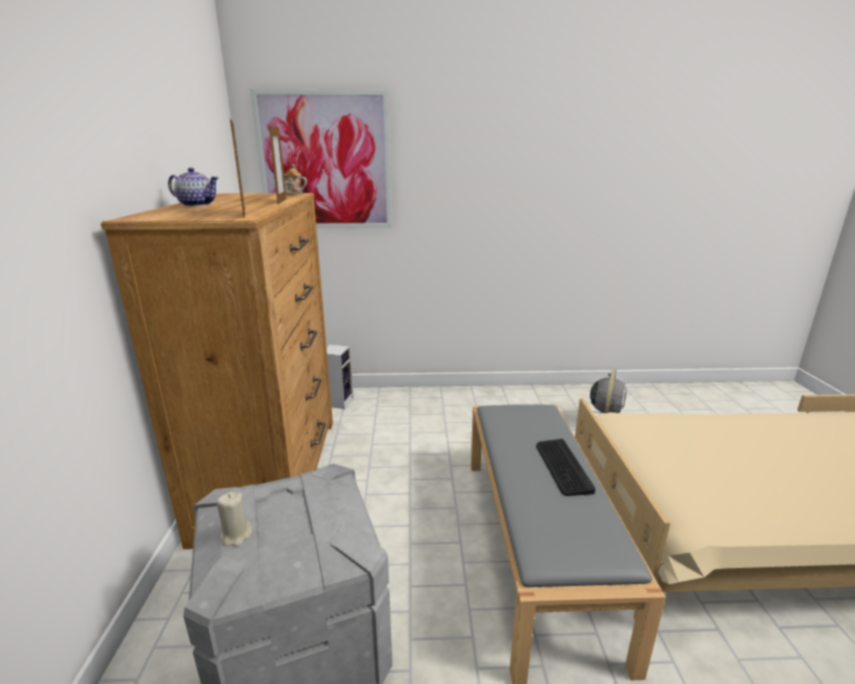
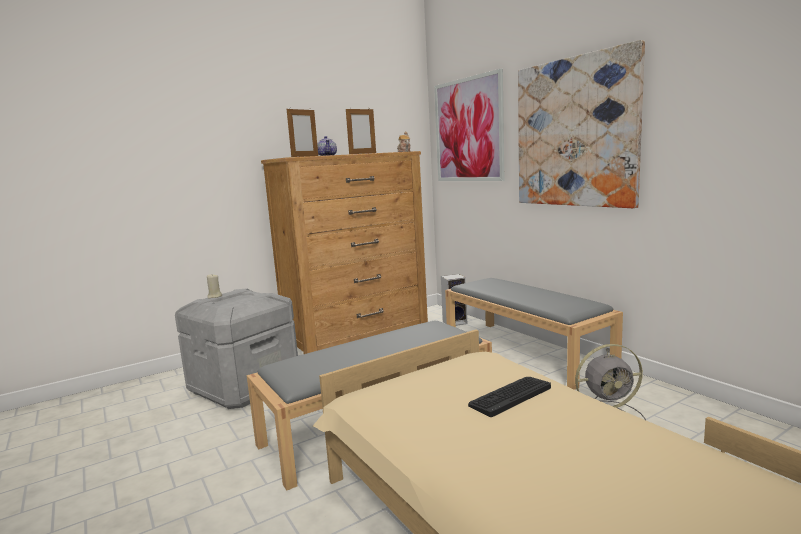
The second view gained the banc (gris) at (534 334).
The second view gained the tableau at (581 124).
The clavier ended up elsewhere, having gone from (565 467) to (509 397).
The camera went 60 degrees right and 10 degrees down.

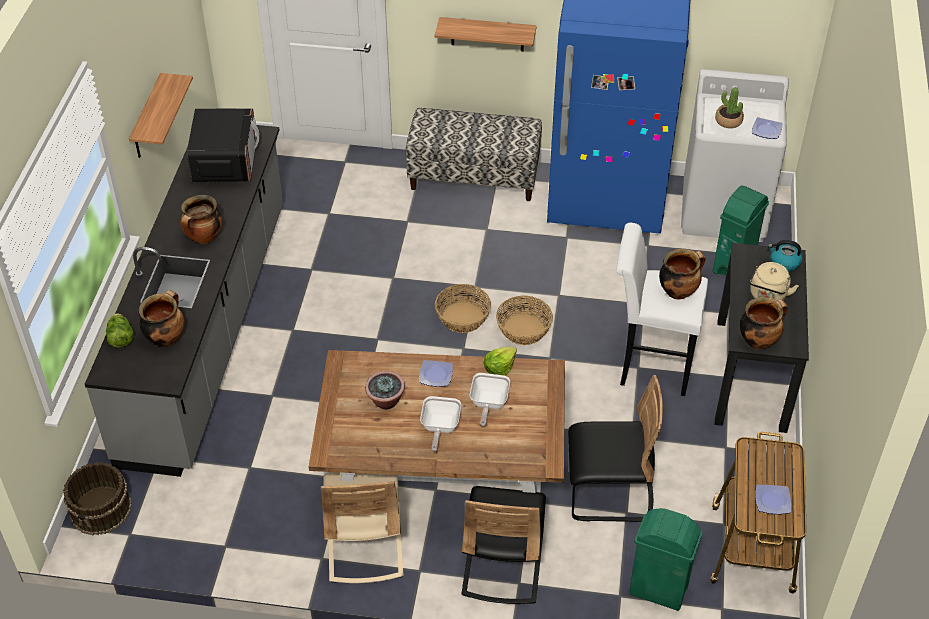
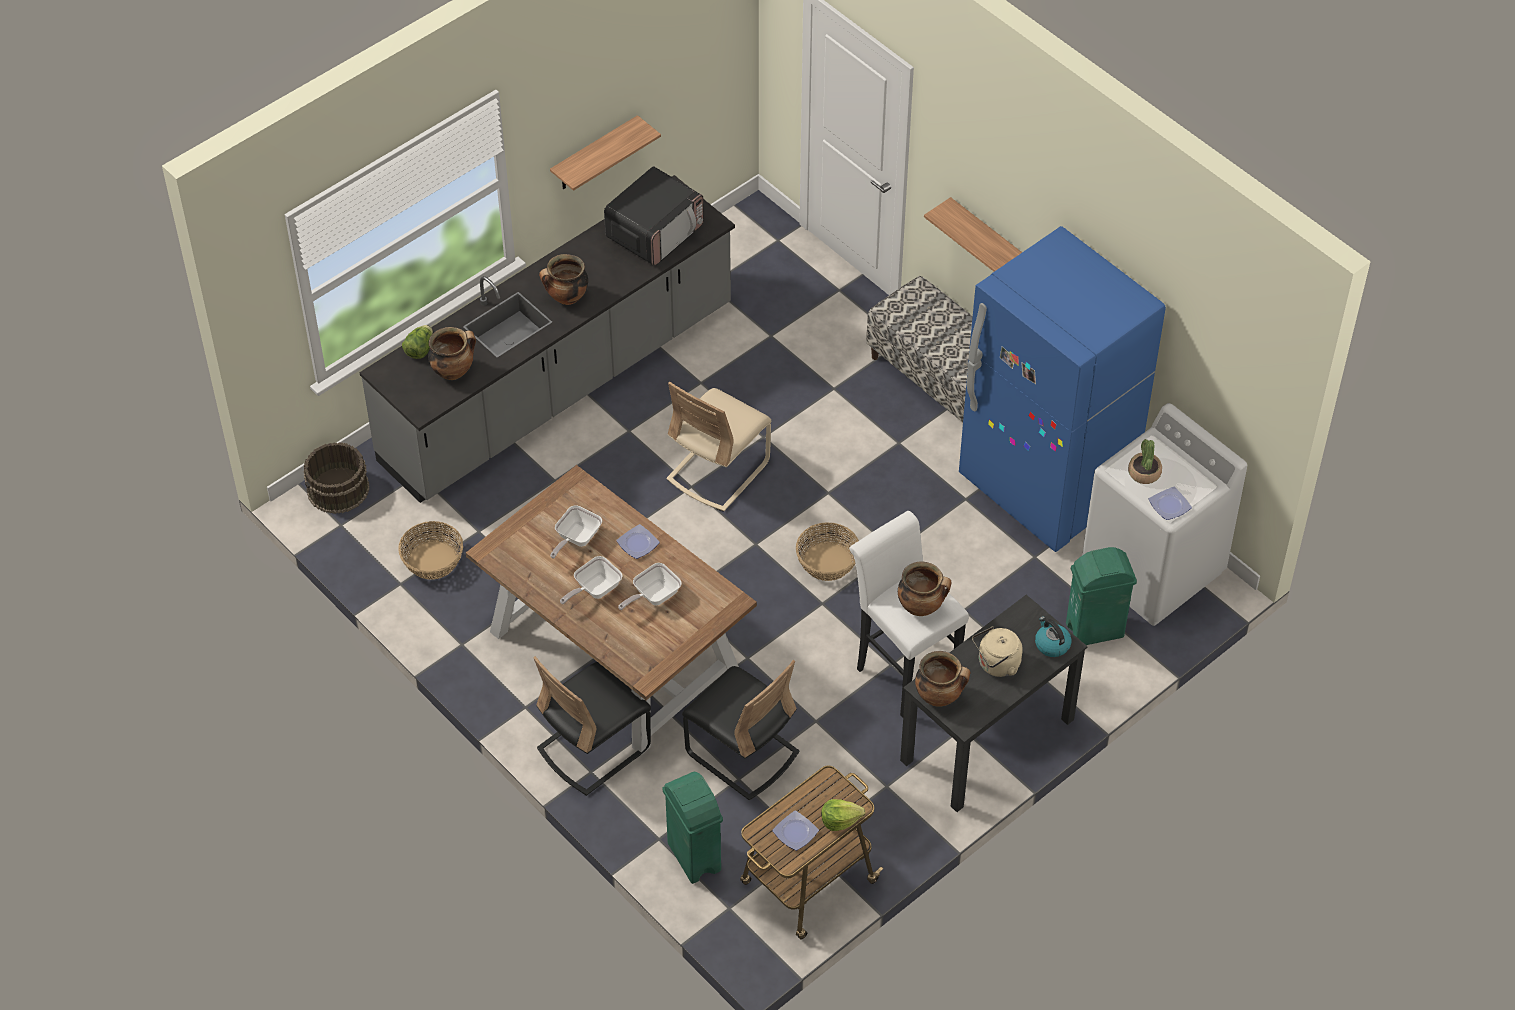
The chaise (beige) ended up elsewhere, having gone from (362 527) to (719 447).
The panier ended up elsewhere, having gone from (463 308) to (430 550).
The laitue ended up elsewhere, having gone from (500 361) to (843 815).
Where the plante en pot stood at (385 390), the poêle came to stand at (576 532).
The camera went 40 degrees right and 5 degrees up.

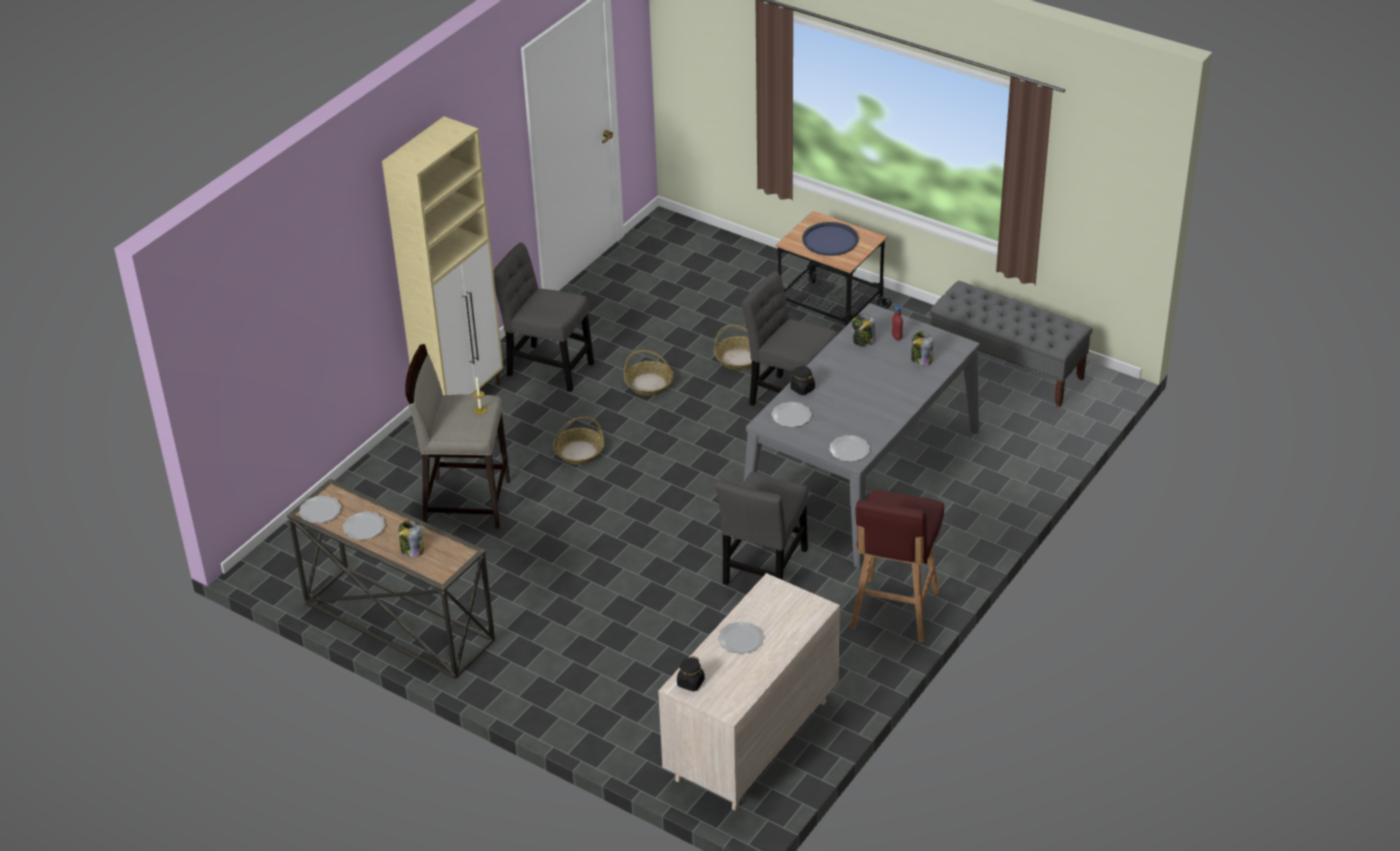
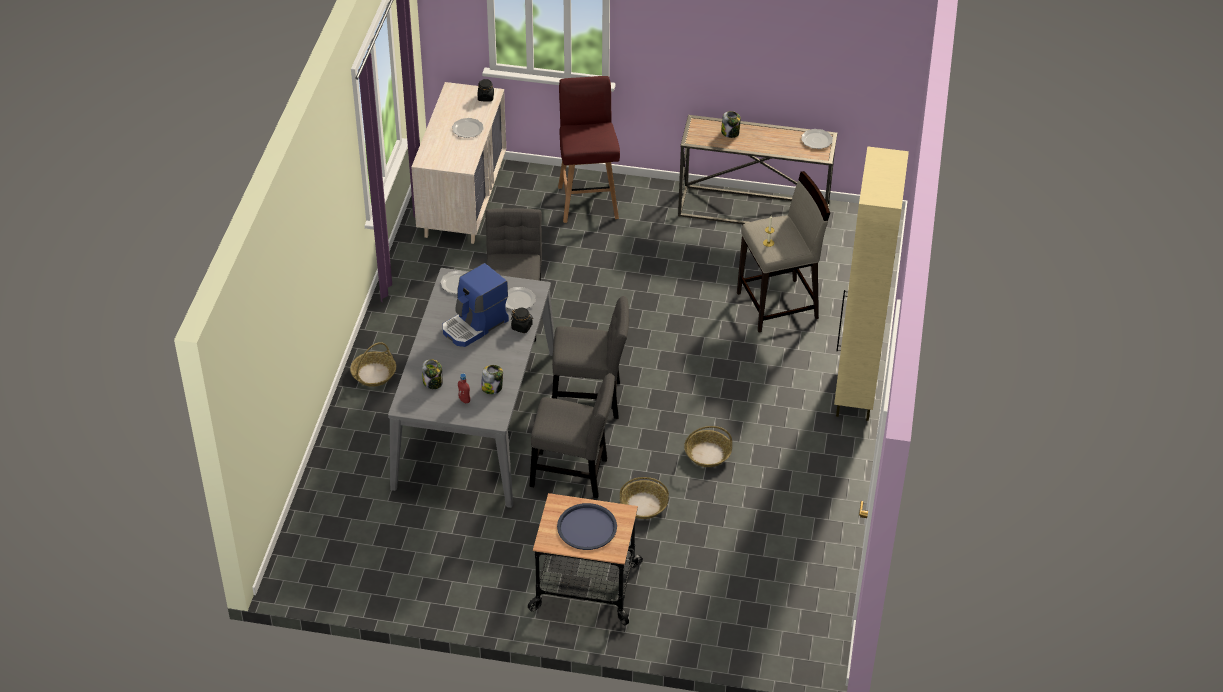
The second view lost the assiette at (364 526).
The second view lost the banc (gris) at (1011 344).
The second view gained the machine à café at (476 305).
The chaise (gris) ended up elsewhere, having gone from (543 317) to (590 357).
The panier ended up elsewhere, having gone from (578 441) to (373 364).
The tabouret (rouge) ended up elsewhere, having gone from (897 566) to (589 149).
The camera went 155 degrees right and 5 degrees up.

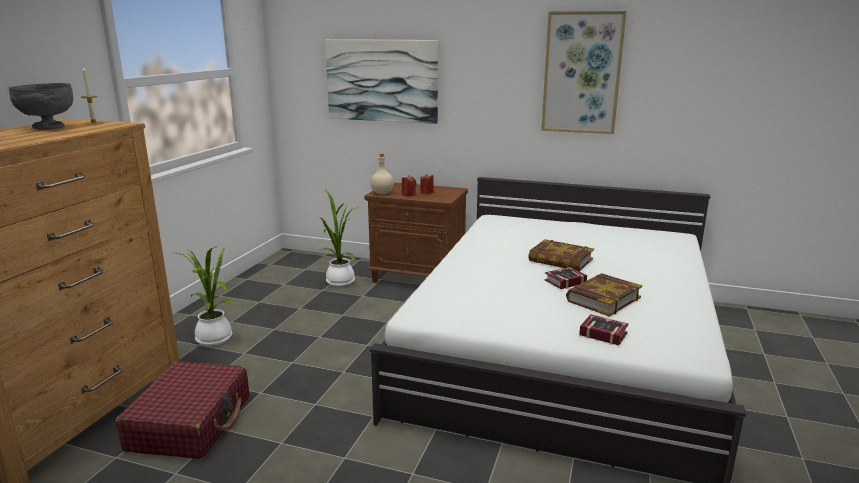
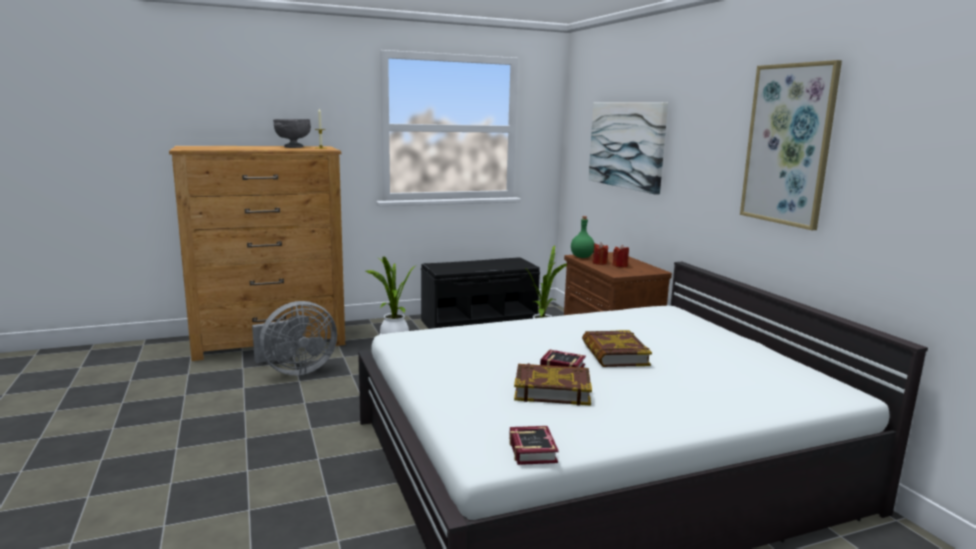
The second view gained the banc (noir) at (480 293).
The livre ended up elsewhere, having gone from (604 330) to (534 445).
Where the valise (rouge) stood at (182 410), the ventilateur (gris) came to stand at (294 338).
What was the bouteille (beige) at (382 174) turned into the bouteille (vert) at (582 237).
The camera went 50 degrees right and 5 degrees down.

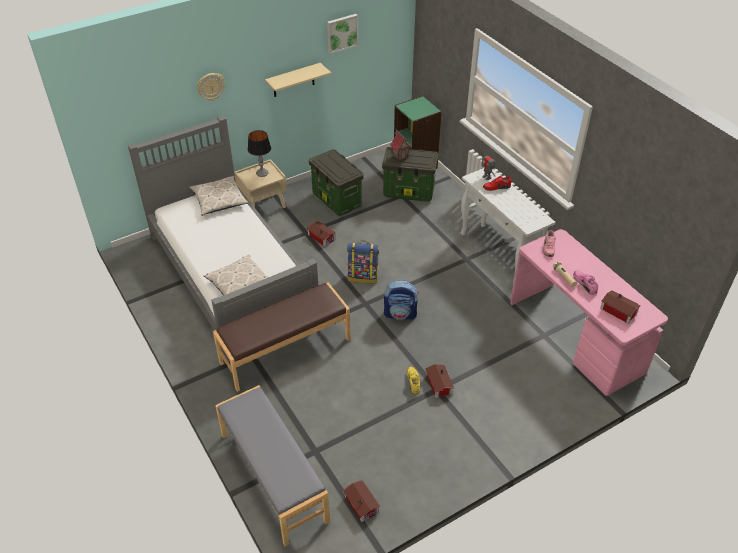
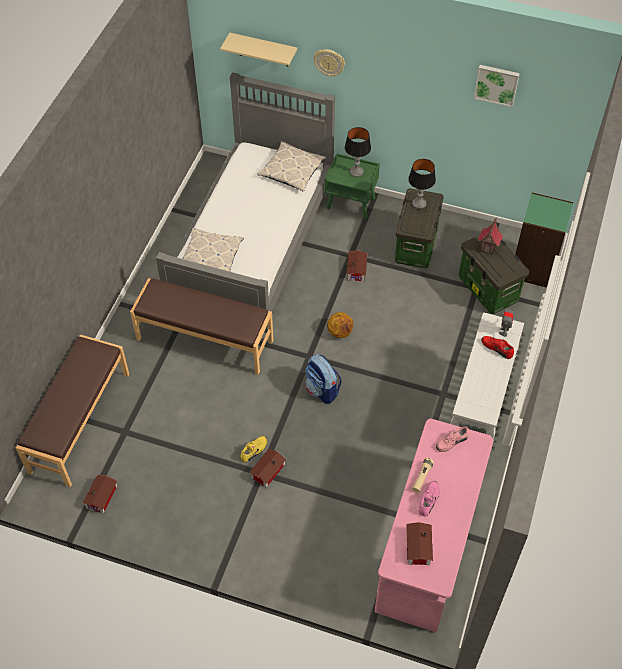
The second view gained the lampe de table at (422 184).
The étagère (beige) ended up elsewhere, having gone from (298 80) to (258 49).
Where the sac à dos stood at (363 262), the ballon de basket came to stand at (340 325).
What was the banc (gris) at (272 466) turned into the banc (marron) at (72 410).
What was the table de chevet (beige) at (260 183) turned into the table de chevet (vert) at (352 186).
The camera went 50 degrees right and 10 degrees up.

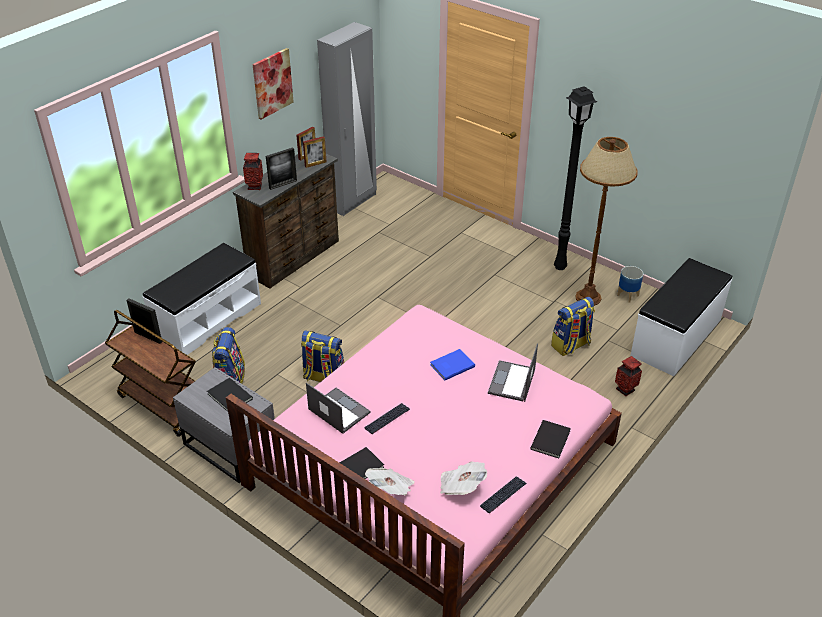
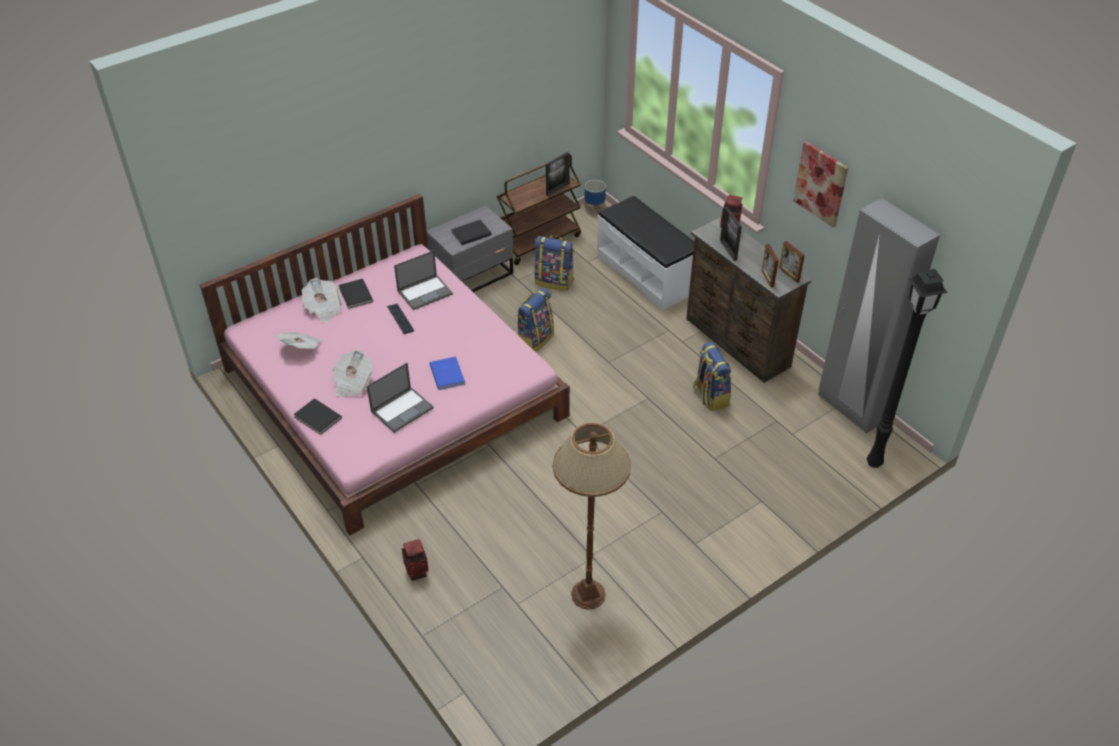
The second view lost the clavier at (503 494).
The second view lost the banc (blanc) at (681 317).
The second view gained the journal at (353 373).
The sac à dos ended up elsewhere, having gone from (573 326) to (712 376).
The lampadaire (noir) ended up elsewhere, having gone from (575 178) to (907 368).
The cache-pot ended up elsewhere, having gone from (630 284) to (595 197).
The ordinateur portable at (513 372) ended up facing another way, 105 degrees clockwise from before.
The camera went 105 degrees right and 5 degrees up.

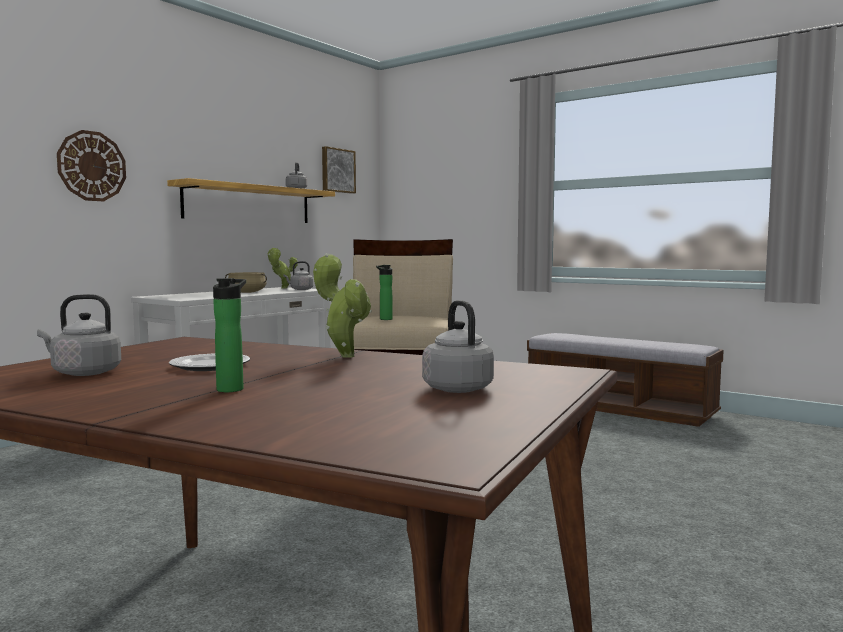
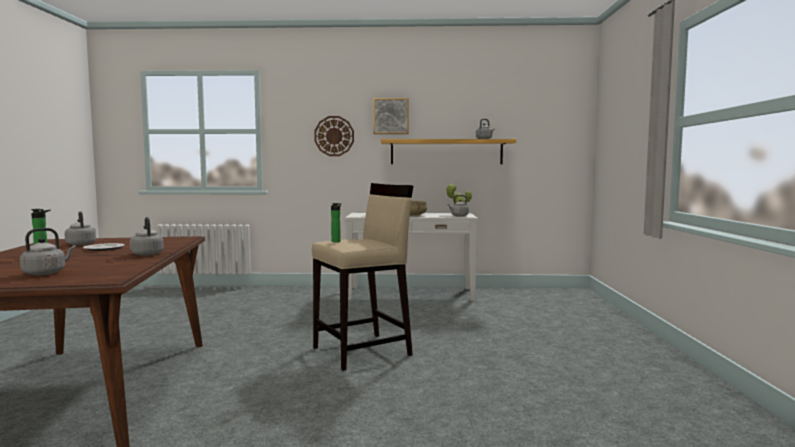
The second view lost the banc at (625 380).
The tableau ended up elsewhere, having gone from (339 170) to (391 116).
Where the plante en pot stood at (342 305), the bouilloire (gris) came to stand at (147 236).
The camera went 55 degrees right and 0 degrees up.

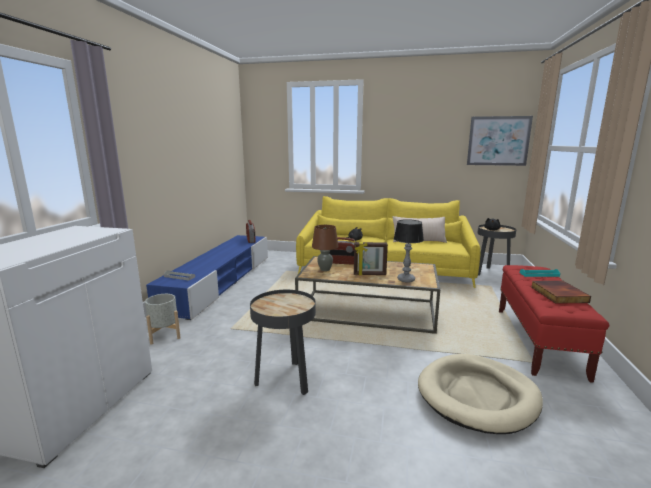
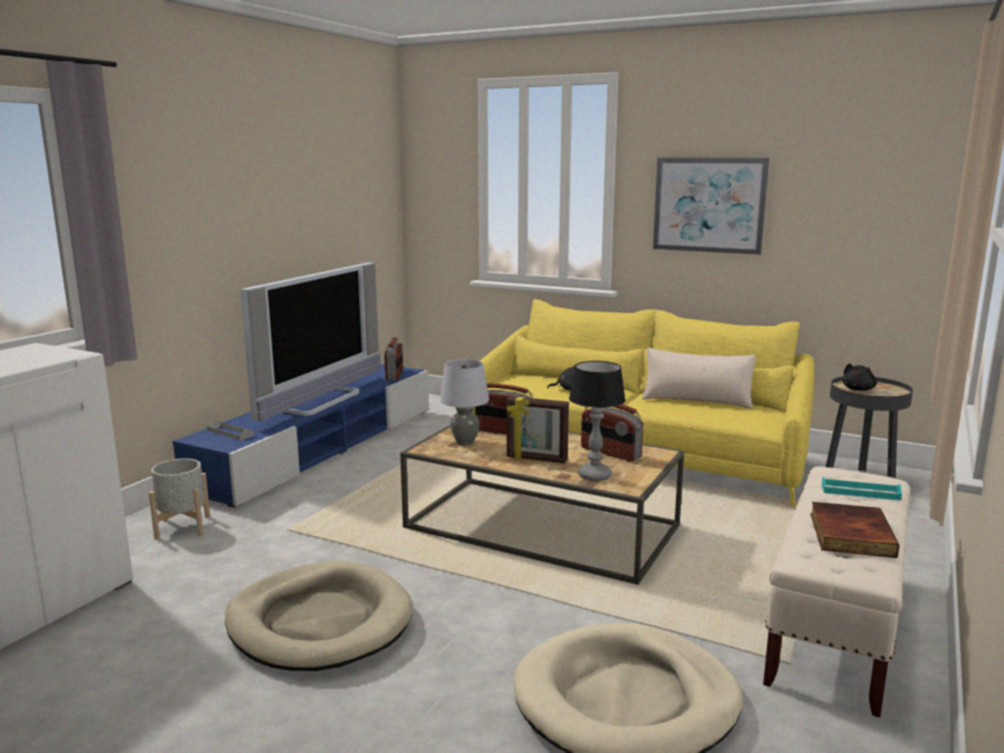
The second view gained the téléviseur at (310 341).
The second view gained the radio at (612 433).
The tableau ended up elsewhere, having gone from (500 141) to (711 206).
Where the table d'appoint (noir) stood at (283 342), the panier pour chien (beige) came to stand at (319 616).
What was the lampe de table (marron) at (325 248) turned into the lampe de table (gris) at (464 402).
What was the banc (rouge) at (554 324) turned into the banc (beige) at (837 591).
The camera went 15 degrees right and 0 degrees up.

